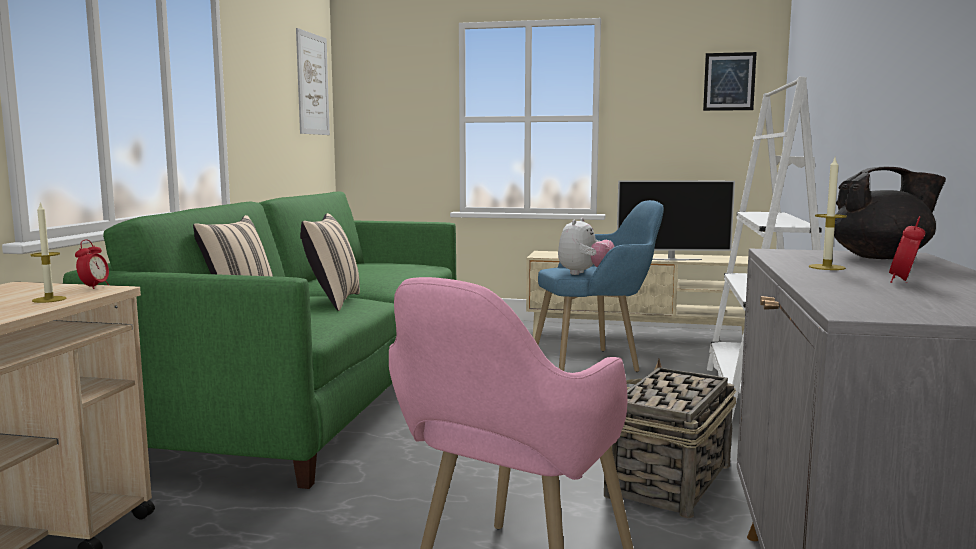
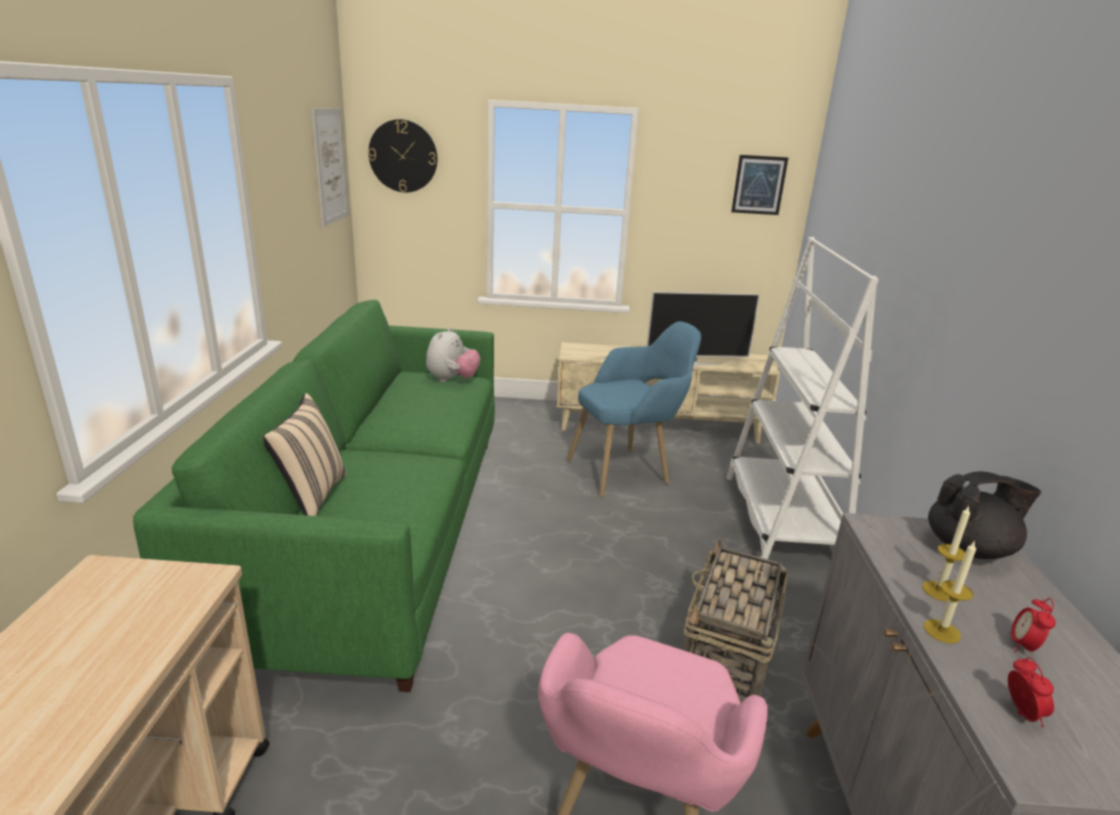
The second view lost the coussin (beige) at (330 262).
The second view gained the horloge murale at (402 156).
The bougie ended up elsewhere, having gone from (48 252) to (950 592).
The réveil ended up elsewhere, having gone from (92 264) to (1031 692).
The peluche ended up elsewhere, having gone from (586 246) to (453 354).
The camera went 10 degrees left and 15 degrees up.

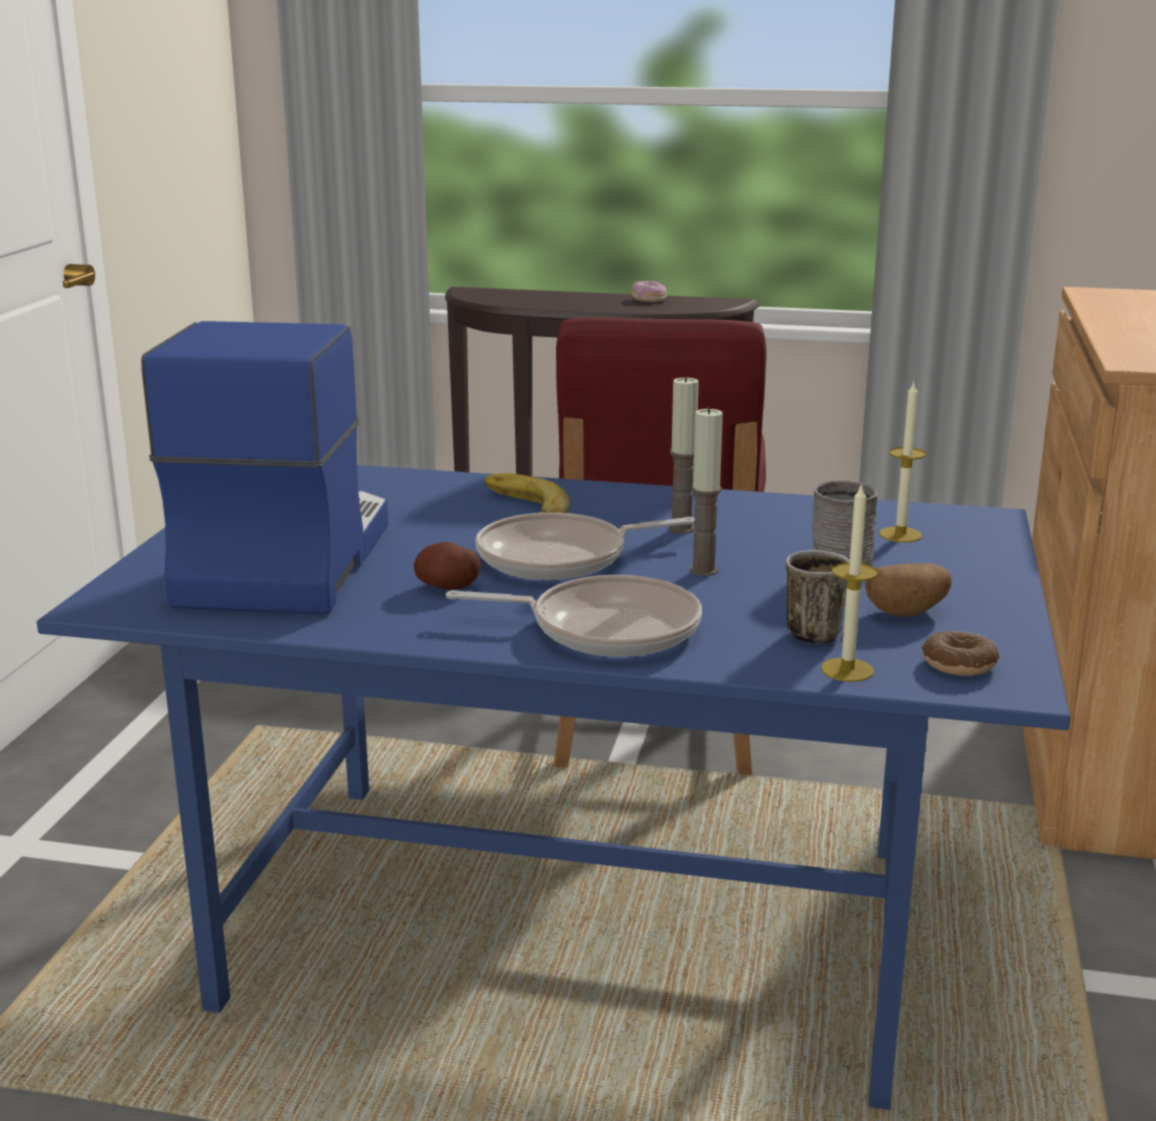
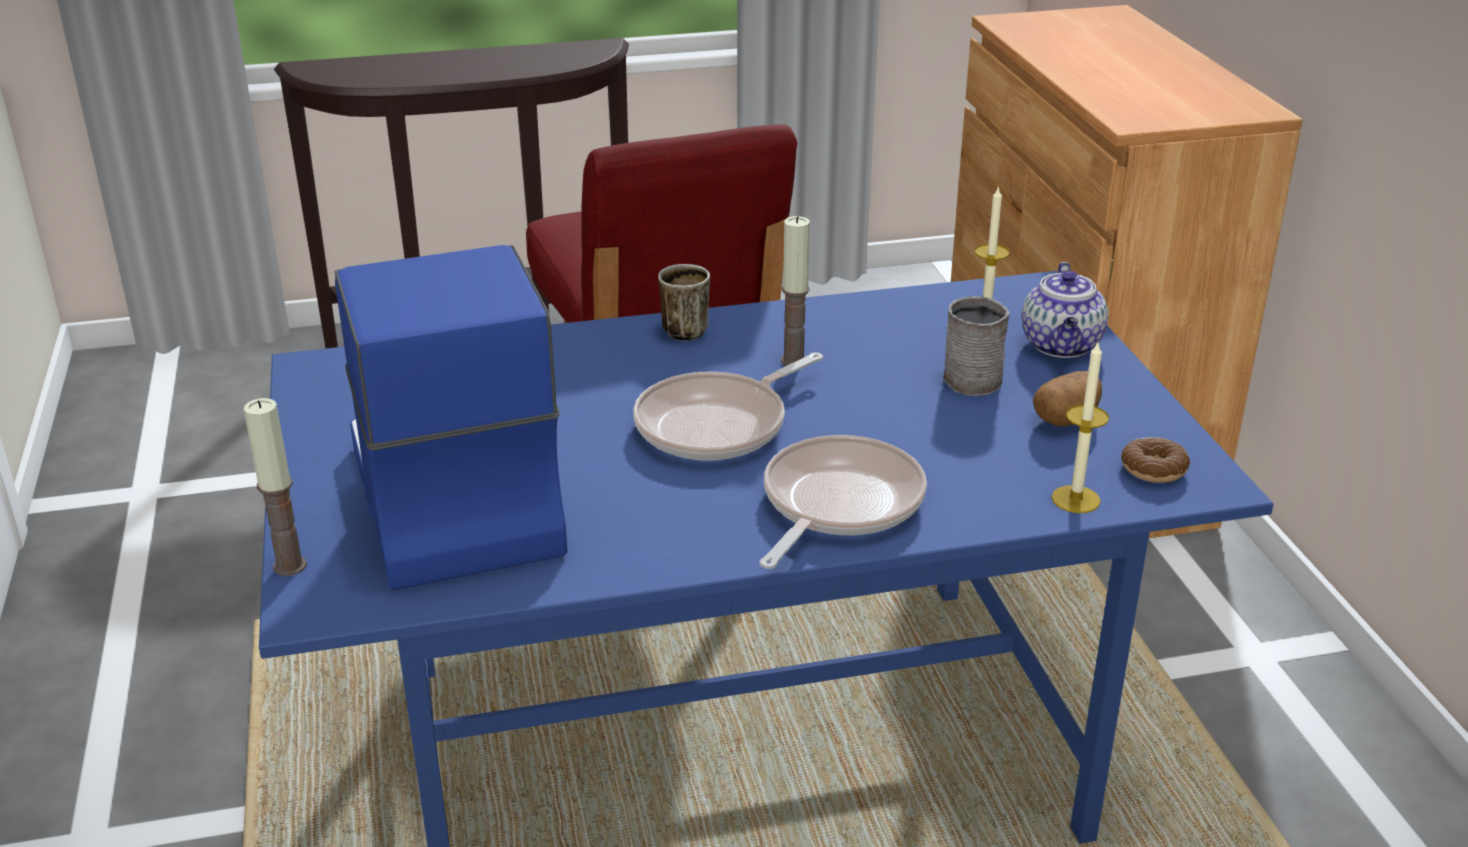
The second view lost the pomme de terre at (447 566).
The second view lost the banane at (527 493).
The second view lost the beignet at (649 291).
The second view gained the théière at (1065 310).
The bougie ended up elsewhere, having gone from (706 491) to (275 487).
The mug ended up elsewhere, having gone from (818 597) to (684 302).
The poêle at (574 616) ended up facing another way, 45 degrees counterclockwise from before.
The camera went 25 degrees left and 10 degrees up.

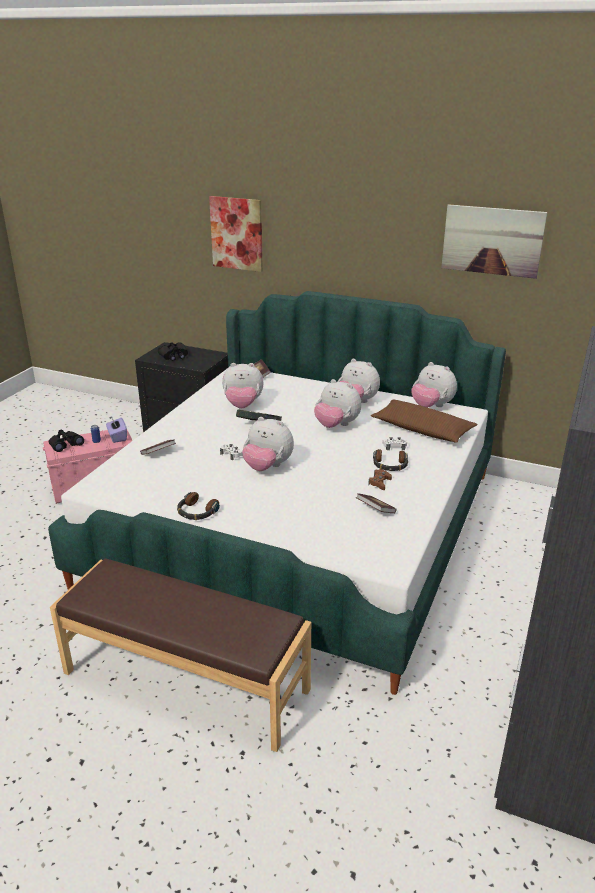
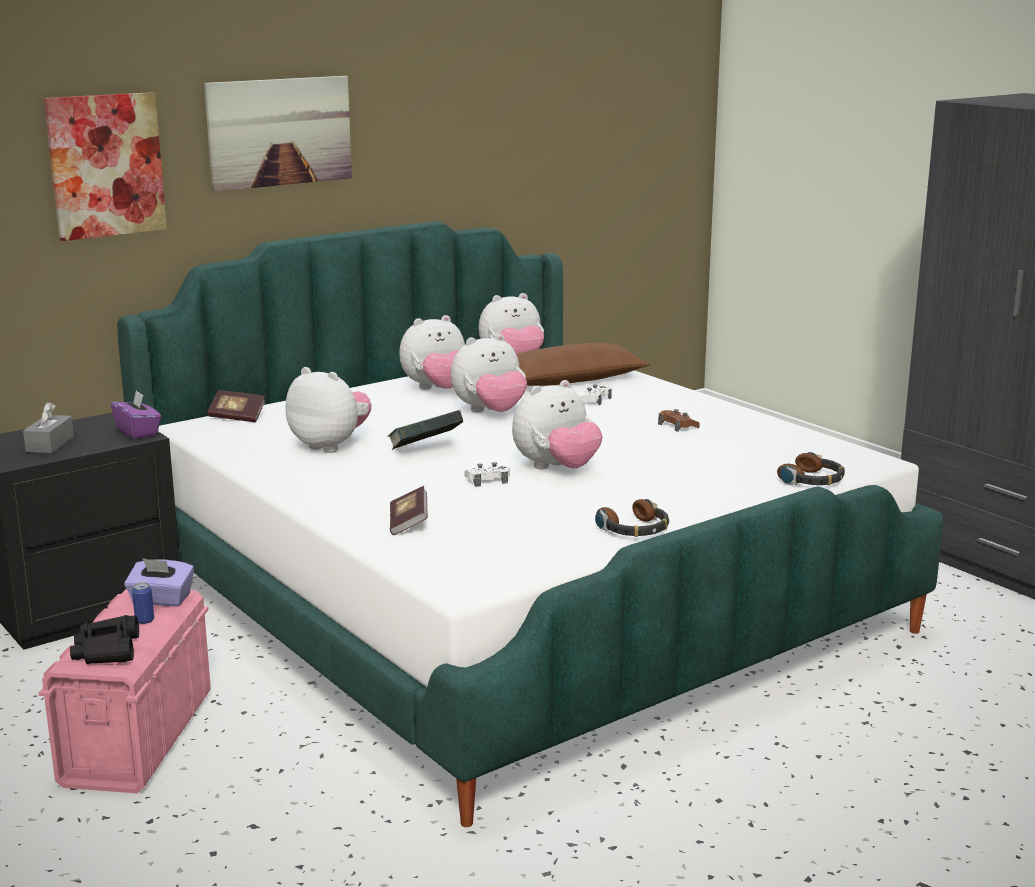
The second view lost the banc (marron) at (180 655).
The second view lost the livre at (376 503).
The second view gained the boîte à mouchoirs (violet) at (136 414).
The casque audio ended up elsewhere, having gone from (390 460) to (811 468).
The tableau ended up elsewhere, having gone from (494 241) to (278 134).
Where the jumelles (noir) stood at (173 351), the boîte à mouchoirs (gris) came to stand at (48 427).
The peluche at (242 385) ended up facing another way, 90 degrees counterclockwise from before.
The camera went 60 degrees left and 10 degrees down.

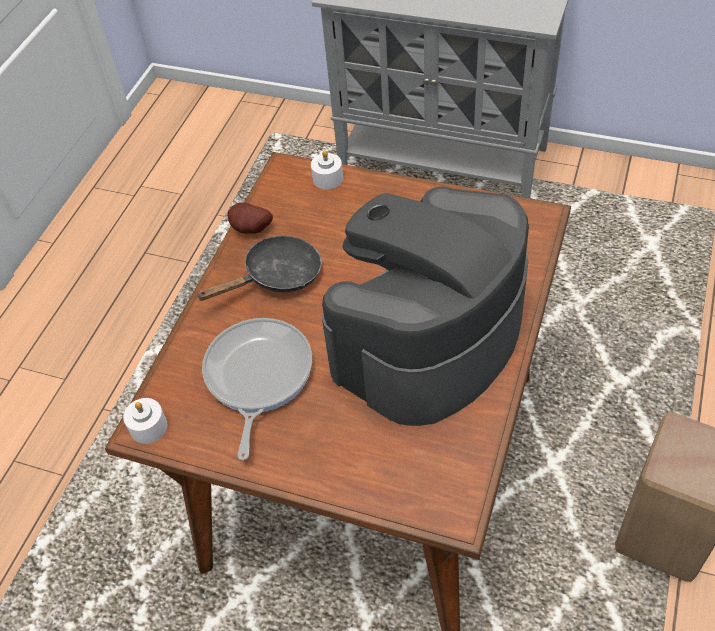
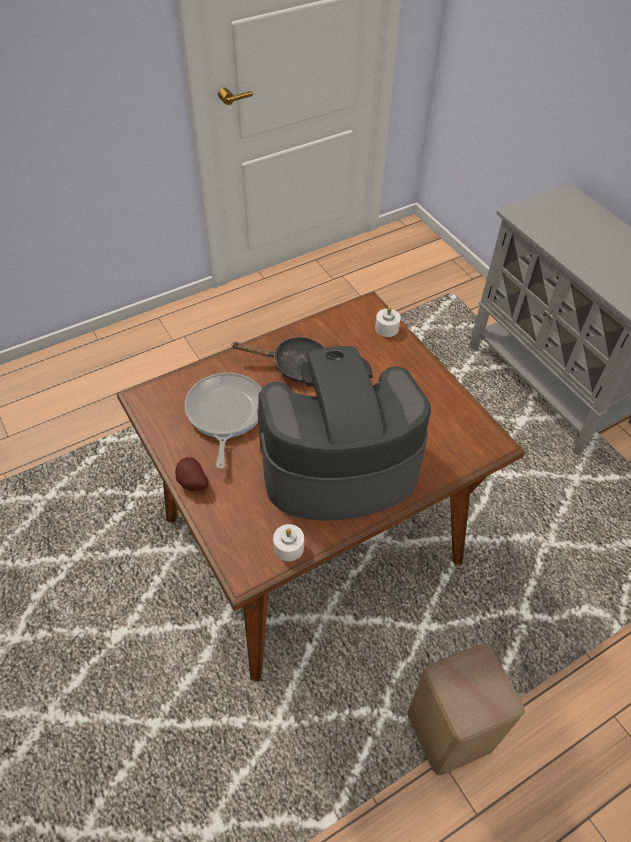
The bougie (blanc) ended up elsewhere, having gone from (145 421) to (288 542).
The pomme de terre ended up elsewhere, having gone from (250 218) to (192 474).
The poêle at (257 389) ended up facing another way, 45 degrees counterclockwise from before.
The camera went 35 degrees right and 0 degrees up.

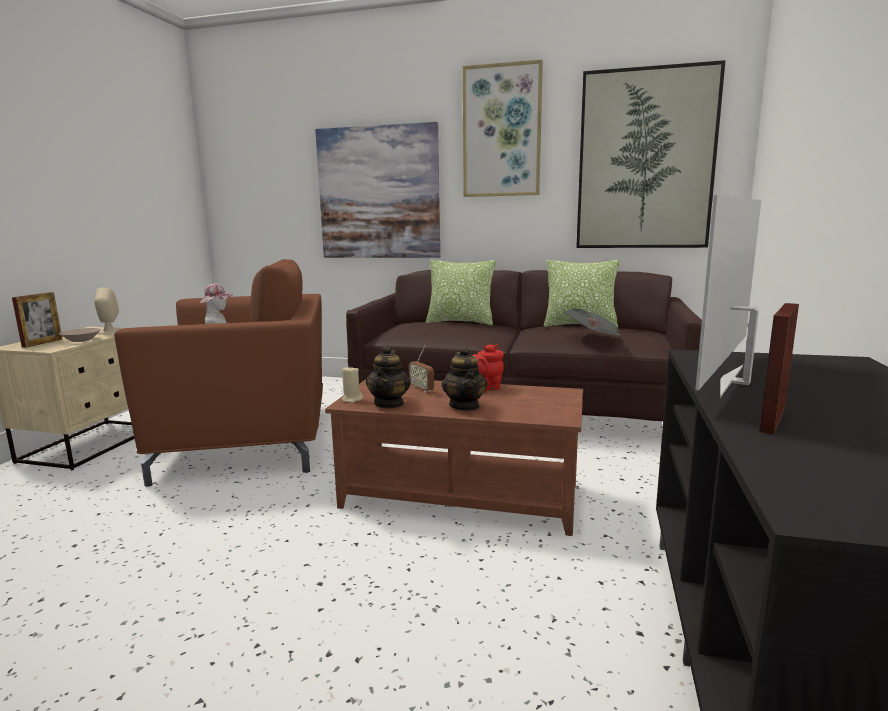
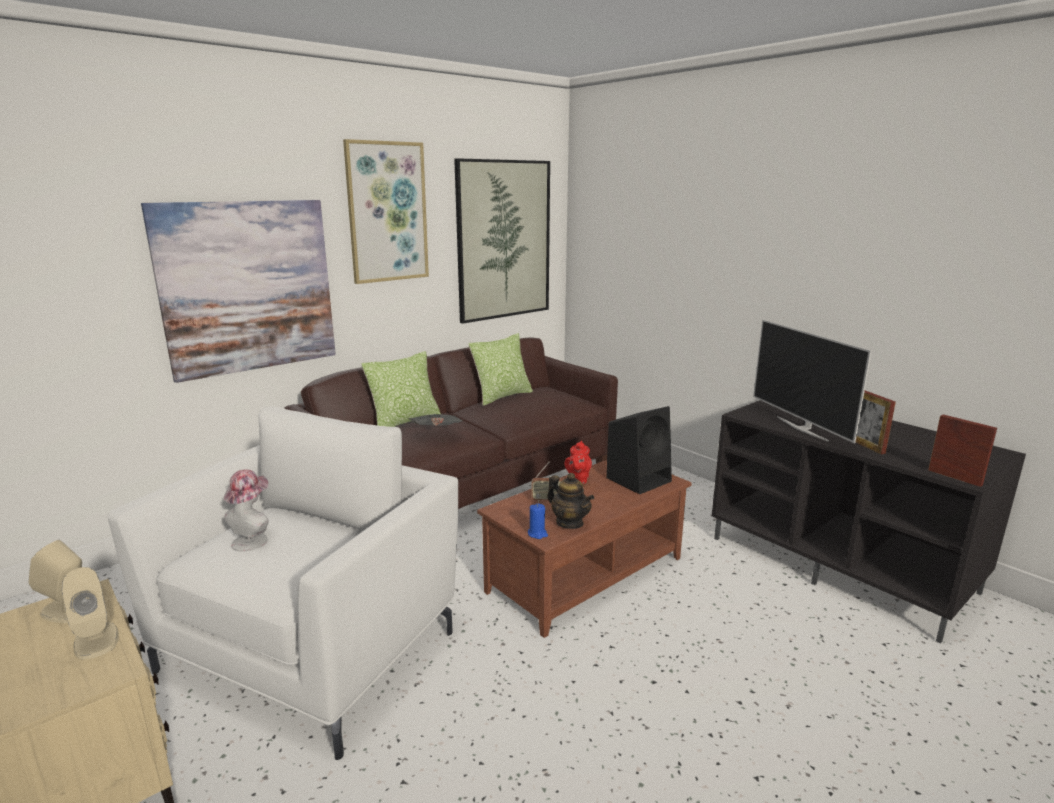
The second view lost the théière at (464 378).
The second view gained the enceinte (noir) at (639 450).
The cadre photo ended up elsewhere, having gone from (37 320) to (962 451).
The journal ended up elsewhere, having gone from (592 322) to (435 420).
Where the bol (beige) stood at (80 335), the enceinte (beige) came to stand at (90 613).
What was the fauteuil (marron) at (218 373) turned into the fauteuil (blanc) at (282 583).
What was the bougie (beige) at (352 384) turned into the bougie (bleu) at (538 521).
The camera went 55 degrees left and 5 degrees up.

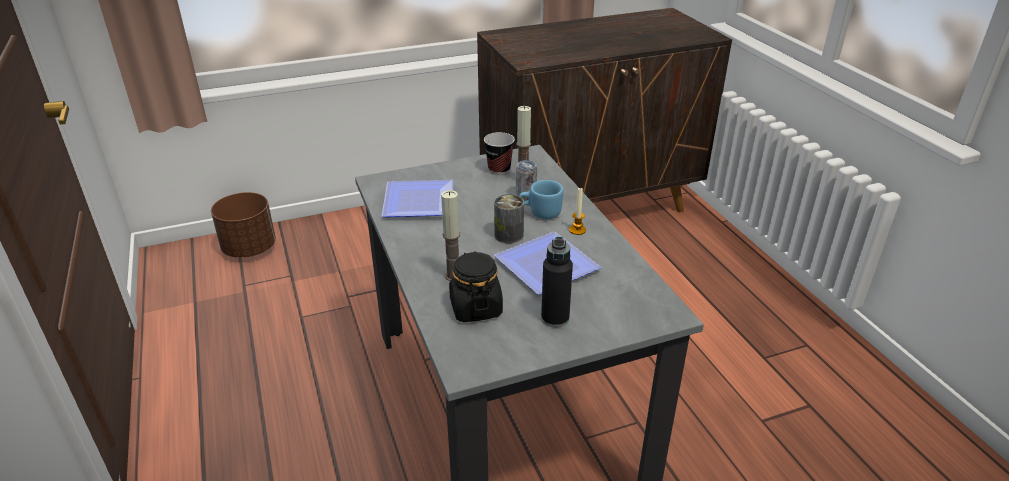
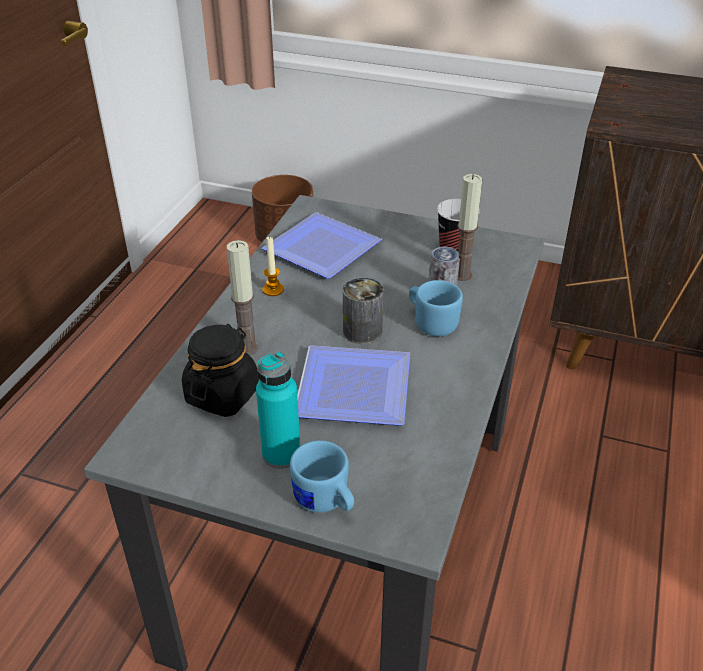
The second view gained the mug (bleu) at (322 476).
The bougie ended up elsewhere, having gone from (577 211) to (273 266).
What was the bouteille (noir) at (557 281) turned into the bouteille (turquoise) at (278 410).
The camera went 40 degrees right and 5 degrees up.

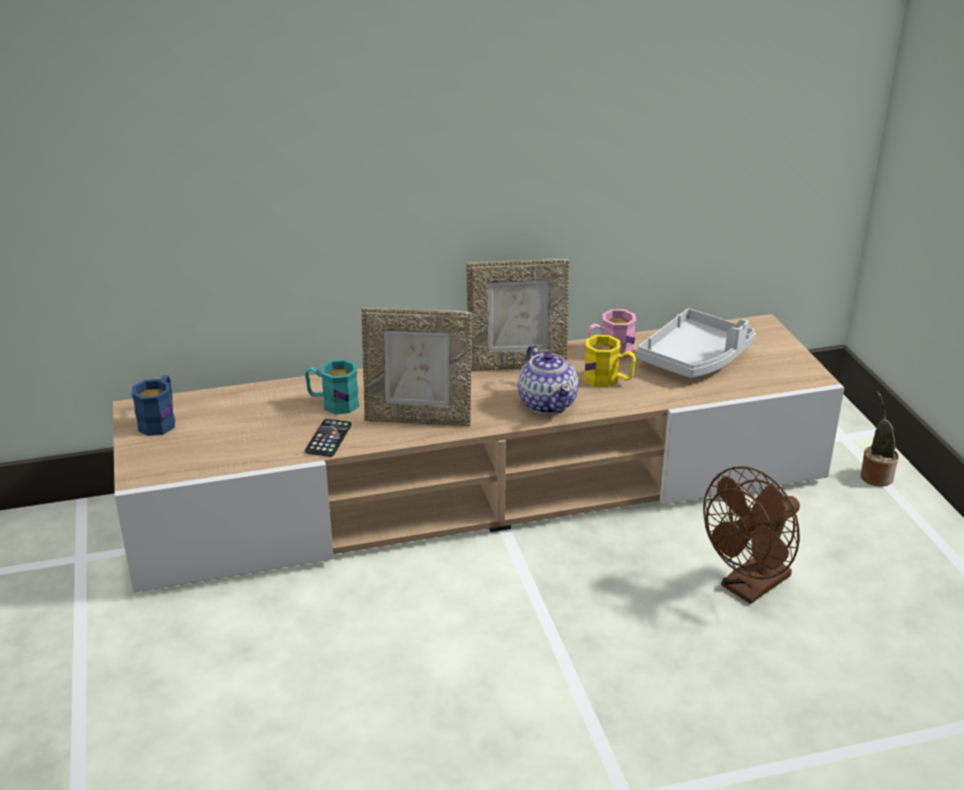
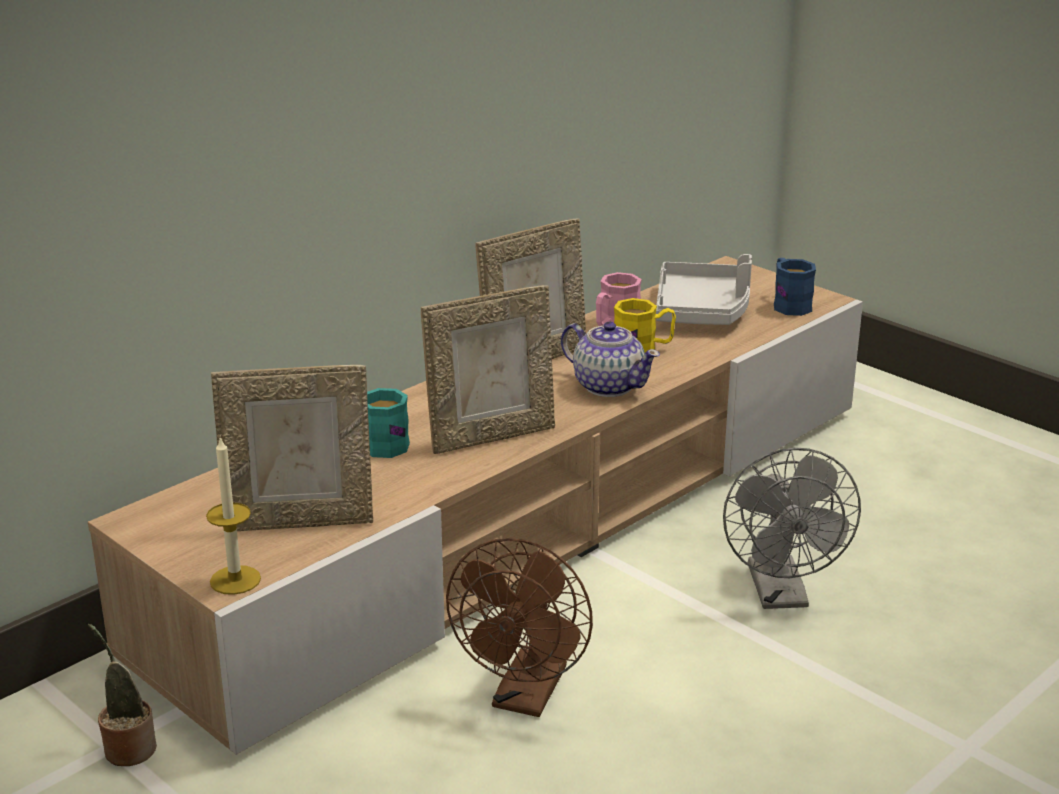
The second view lost the téléphone at (328 438).
The second view gained the bougie at (233 515).
The second view gained the cadre photo at (292 448).
The second view gained the ventilateur (gris) at (792 528).
The mug (bleu) ended up elsewhere, having gone from (153 405) to (795 287).
The ventilateur (marron) ended up elsewhere, having gone from (751 535) to (519 627).
The plante en pot ended up elsewhere, having gone from (880 439) to (122 695).
The camera went 30 degrees left and 5 degrees down.

